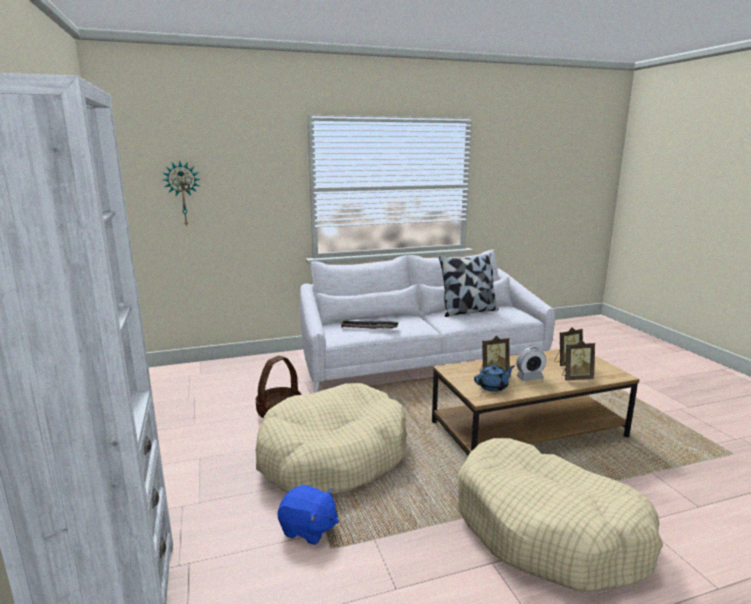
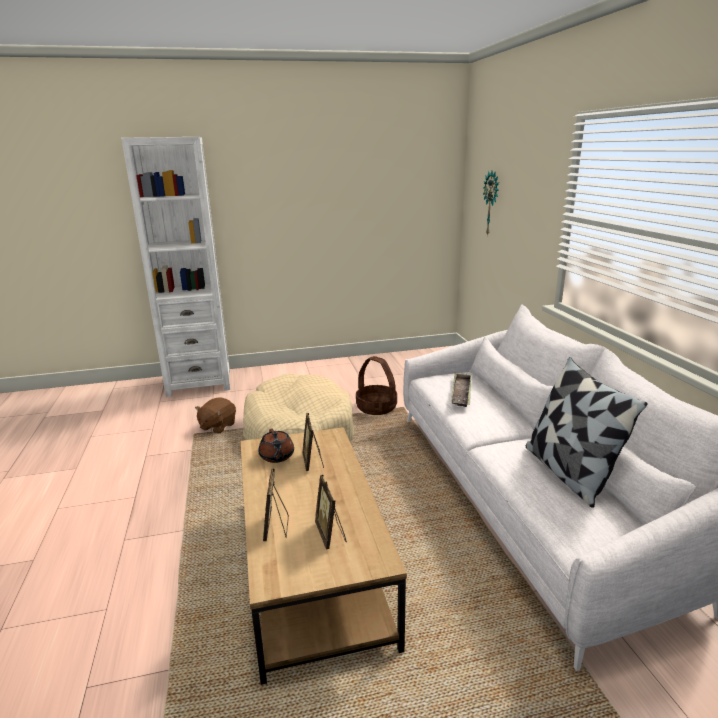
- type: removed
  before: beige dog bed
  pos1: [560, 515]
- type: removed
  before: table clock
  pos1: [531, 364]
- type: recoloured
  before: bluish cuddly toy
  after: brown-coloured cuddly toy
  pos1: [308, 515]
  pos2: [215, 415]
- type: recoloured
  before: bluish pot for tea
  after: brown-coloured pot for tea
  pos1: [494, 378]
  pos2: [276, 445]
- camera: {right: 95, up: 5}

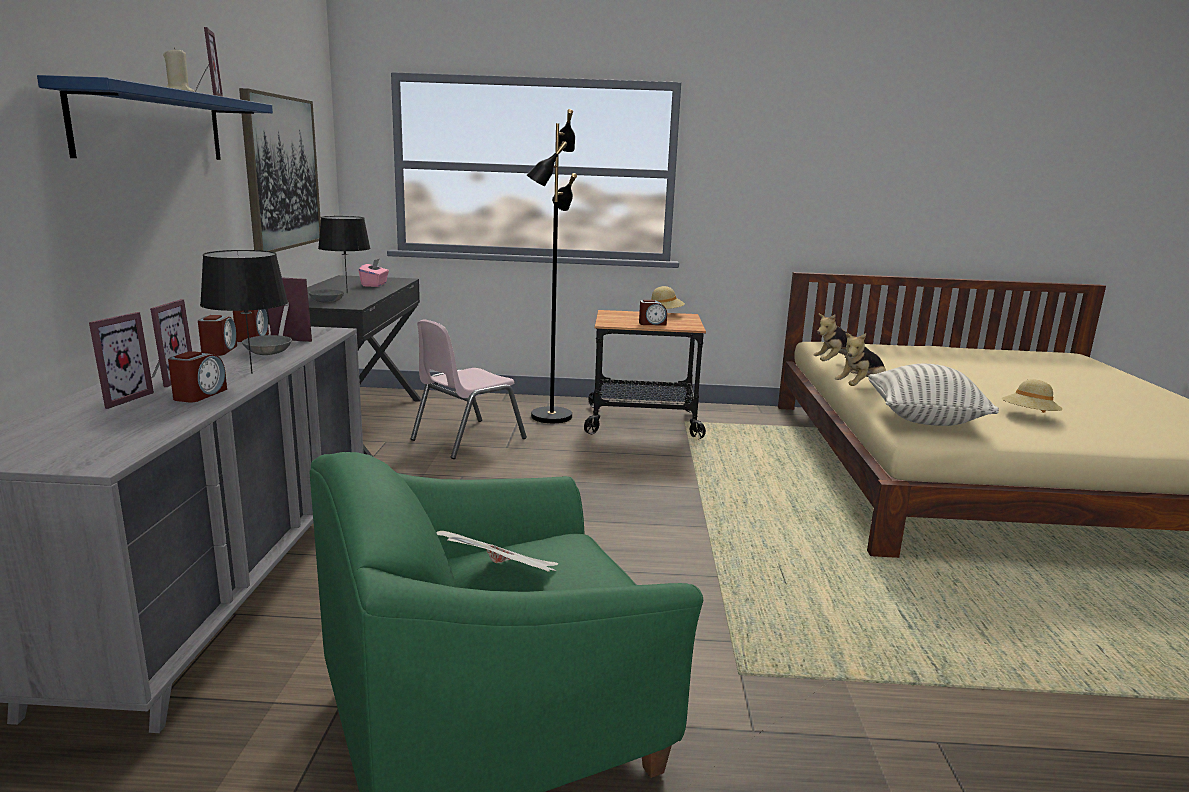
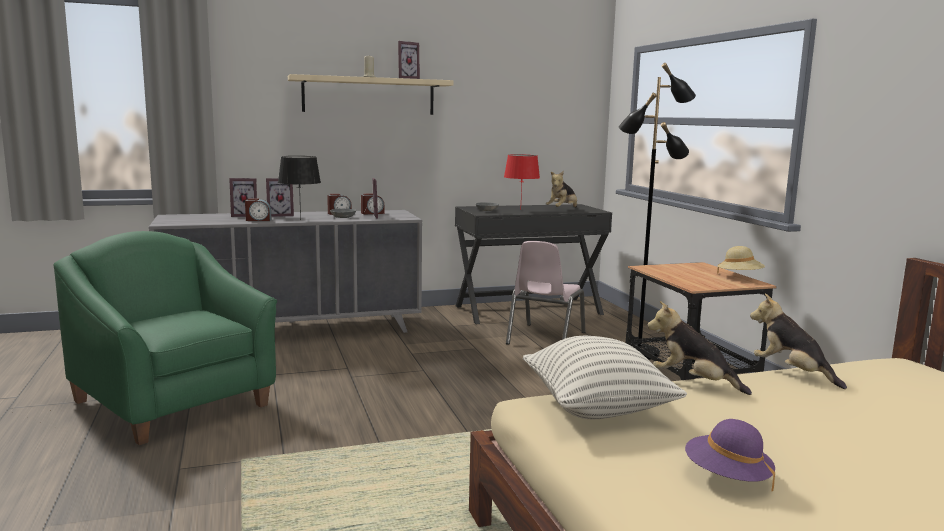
- type: removed
  before: picture
  pos1: [280, 170]
- type: removed
  before: daily paper
  pos1: [497, 551]
- type: removed
  before: table clock
  pos1: [653, 312]
- type: replaced
  before: pink box of tissues
  after: cuddly toy
  pos1: [374, 273]
  pos2: [561, 189]
- type: recoloured
  before: bluish shelf
  after: beige shelf
  pos1: [155, 117]
  pos2: [371, 94]
- type: recoloured
  before: blackish table lamp
  after: red-coloured table lamp
  pos1: [344, 255]
  pos2: [522, 175]
- type: recoloured
  before: beige wearable hat
  after: purplish wearable hat
  pos1: [1032, 396]
  pos2: [730, 455]
- type: turned
  before: pink chair
  pos1: [469, 389]
  pos2: [545, 293]
  turn: -90
- camera: {right: 70, up: -5}

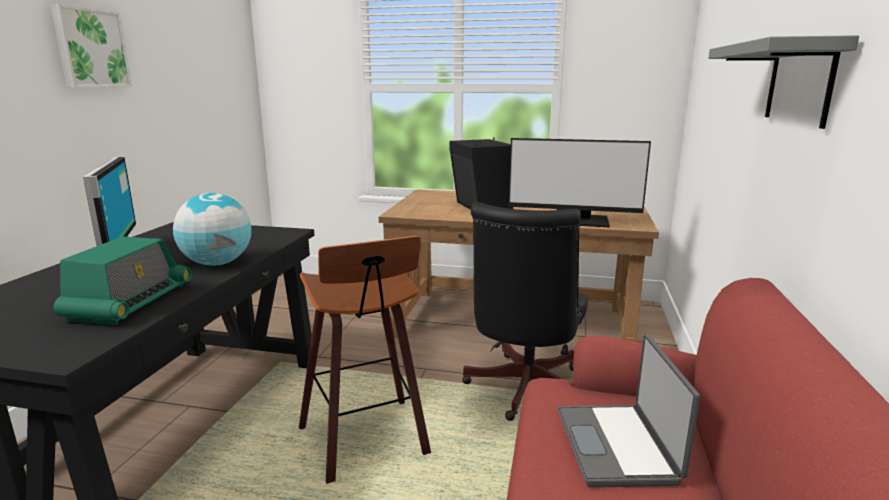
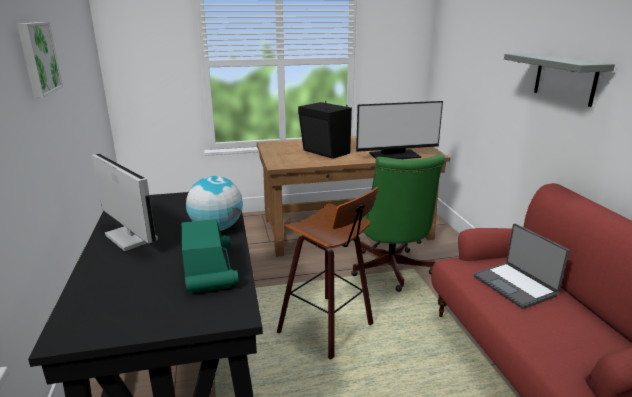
- type: recoloured
  before: blackish computer chair
  after: greenish computer chair
  pos1: [524, 311]
  pos2: [398, 223]
- camera: {right: -25, up: 5}

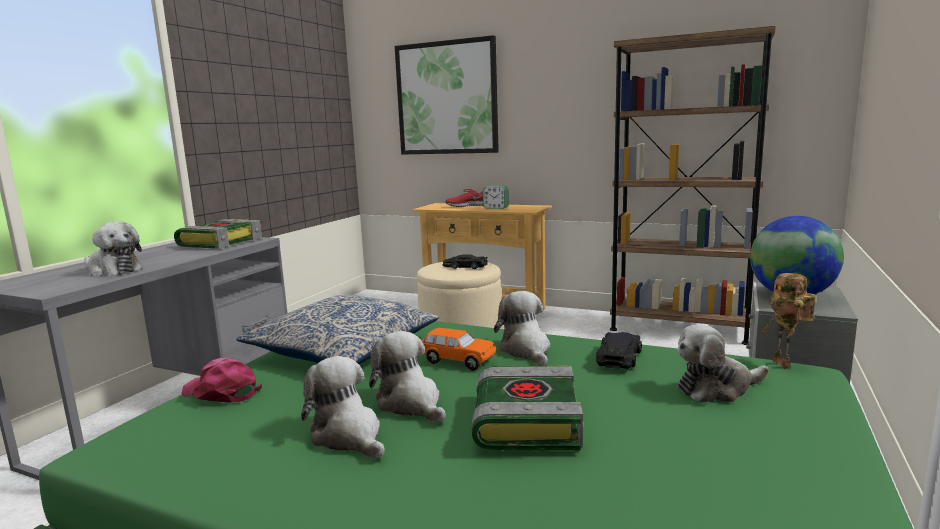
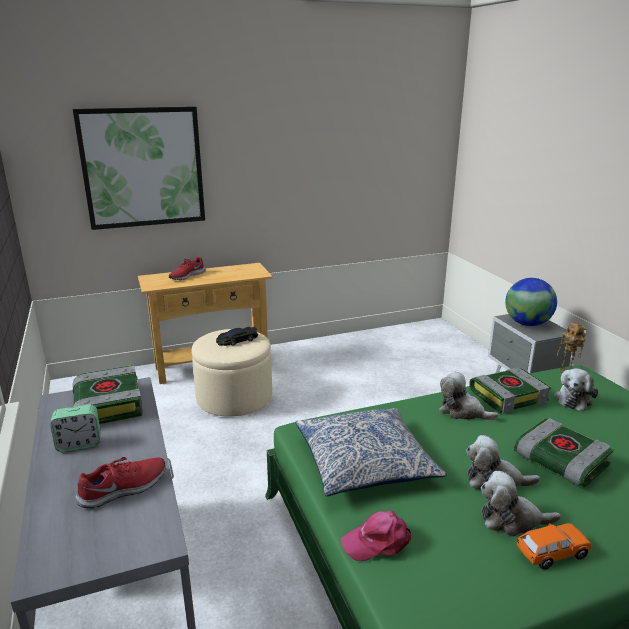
- type: removed
  before: brown-coloured bookcase
  pos1: [693, 185]
- type: moved
  before: orange-coloured miniature car
  pos1: [459, 349]
  pos2: [554, 546]
- type: moved
  before: table clock
  pos1: [496, 197]
  pos2: [75, 428]
- type: replaced
  before: cuddly toy
  after: red-coloured shoe
  pos1: [113, 248]
  pos2: [121, 483]
- type: replaced
  before: blackish miniature car
  after: book
  pos1: [619, 350]
  pos2: [510, 391]
- camera: {right: -45, up: 10}

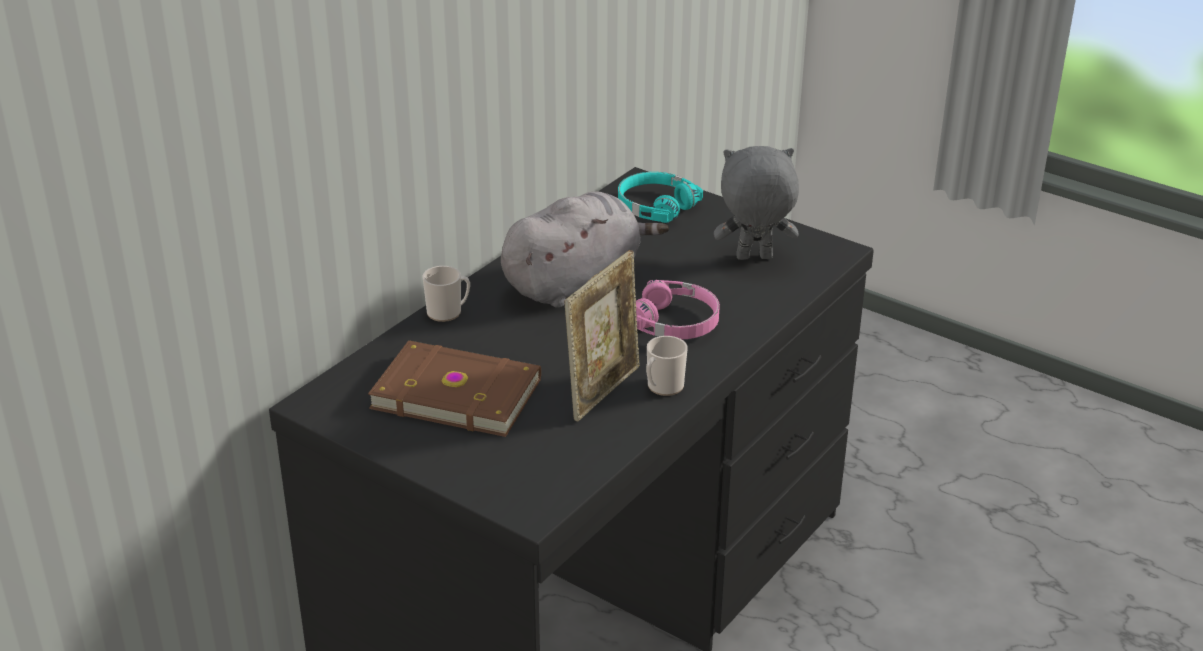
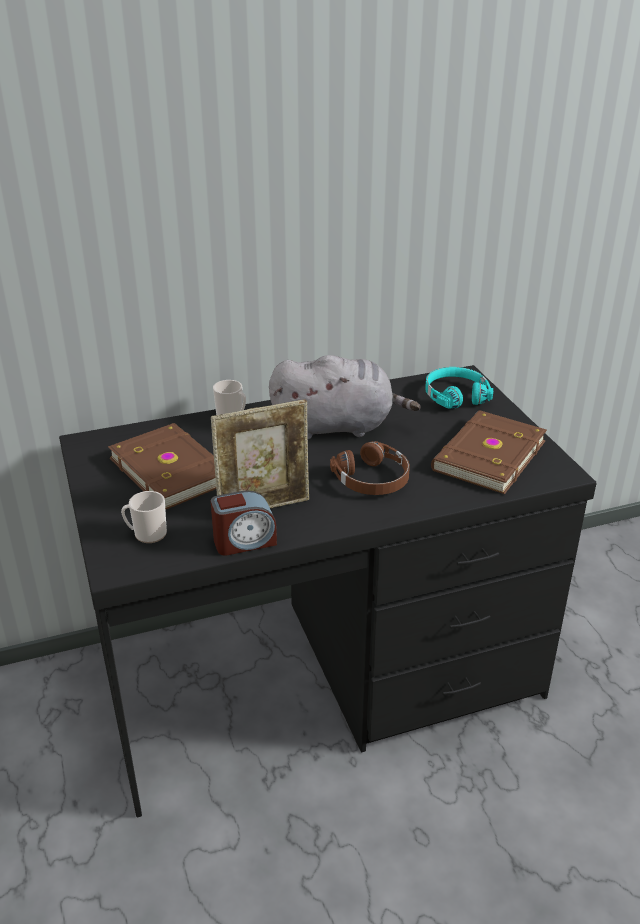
- type: added
  after: table clock
  pos2: [244, 523]
- type: moved
  before: mug
  pos1: [667, 366]
  pos2: [144, 517]
- type: replaced
  before: greyish cuddly toy
  after: brown-coloured book
  pos1: [756, 203]
  pos2: [489, 452]
- type: recoloured
  before: pink headphones
  after: brown-coloured headphones
  pos1: [678, 309]
  pos2: [370, 468]
- camera: {right: 35, up: 0}

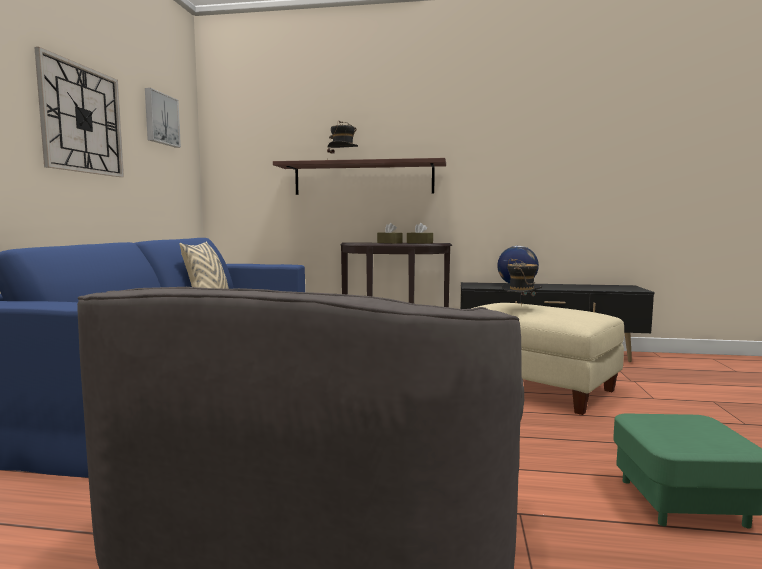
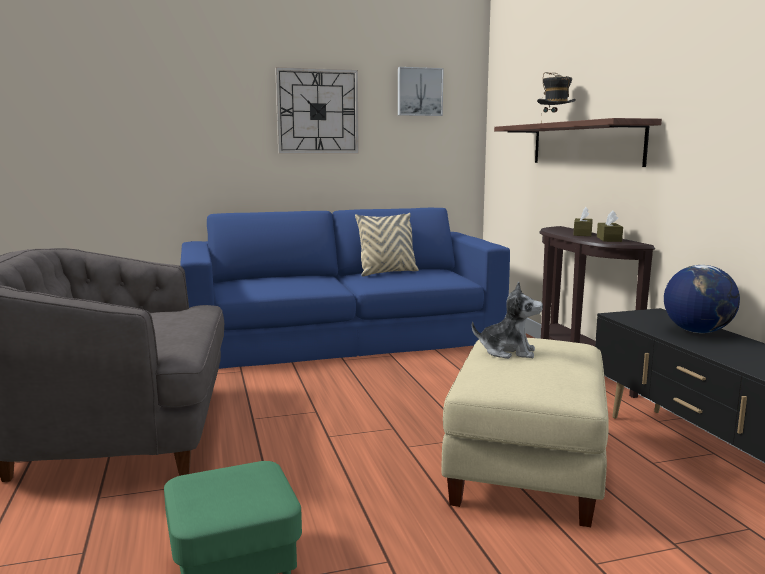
- type: replaced
  before: wearable hat
  after: cuddly toy
  pos1: [522, 281]
  pos2: [507, 320]
- camera: {right: 65, up: 5}

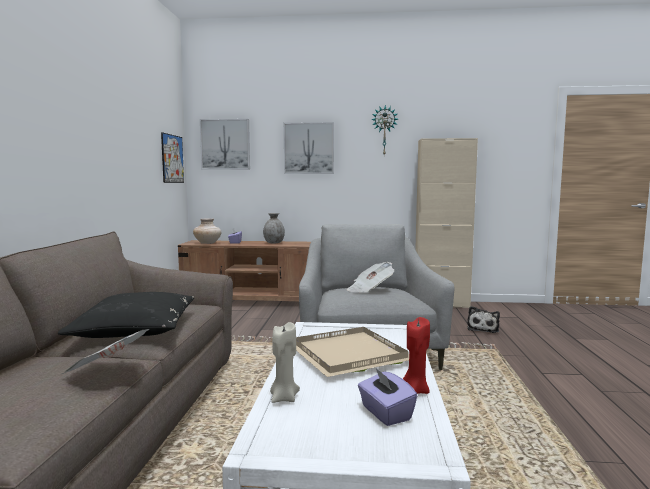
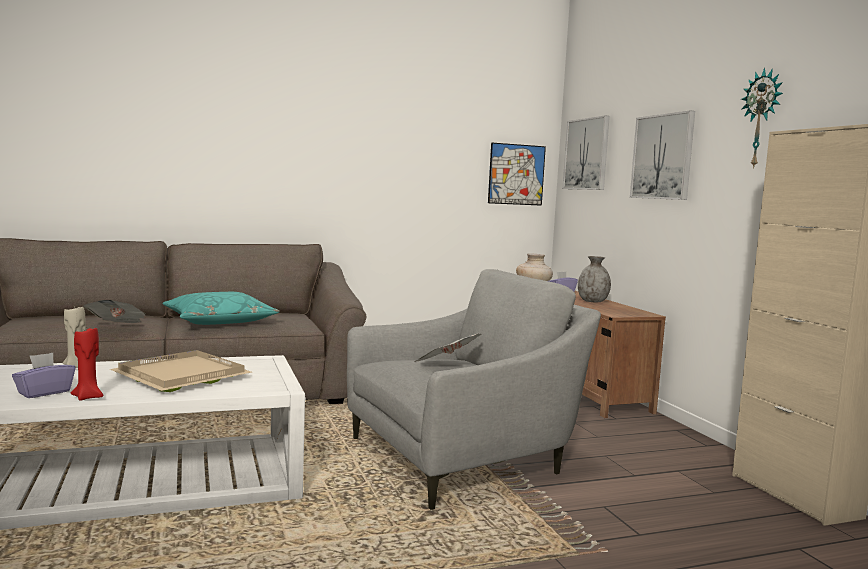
- type: removed
  before: cuddly toy
  pos1: [483, 319]
- type: recoloured
  before: blackish cushion
  after: turquoise cushion
  pos1: [126, 315]
  pos2: [221, 308]
- camera: {right: 65, up: 0}

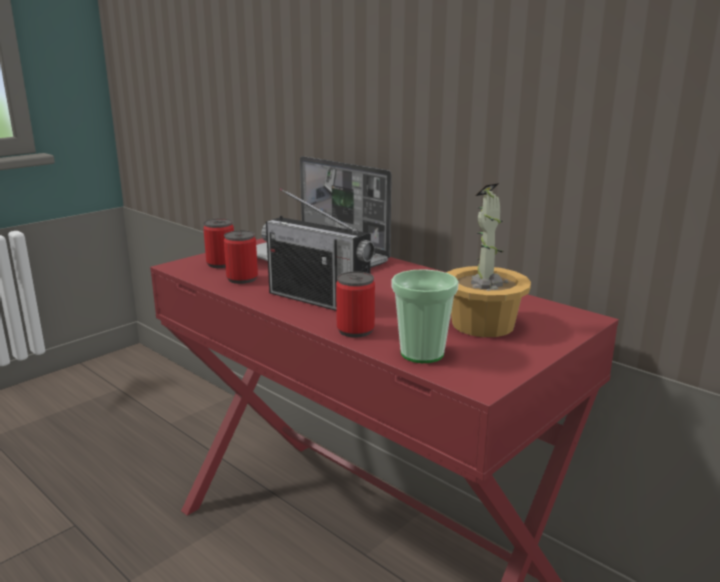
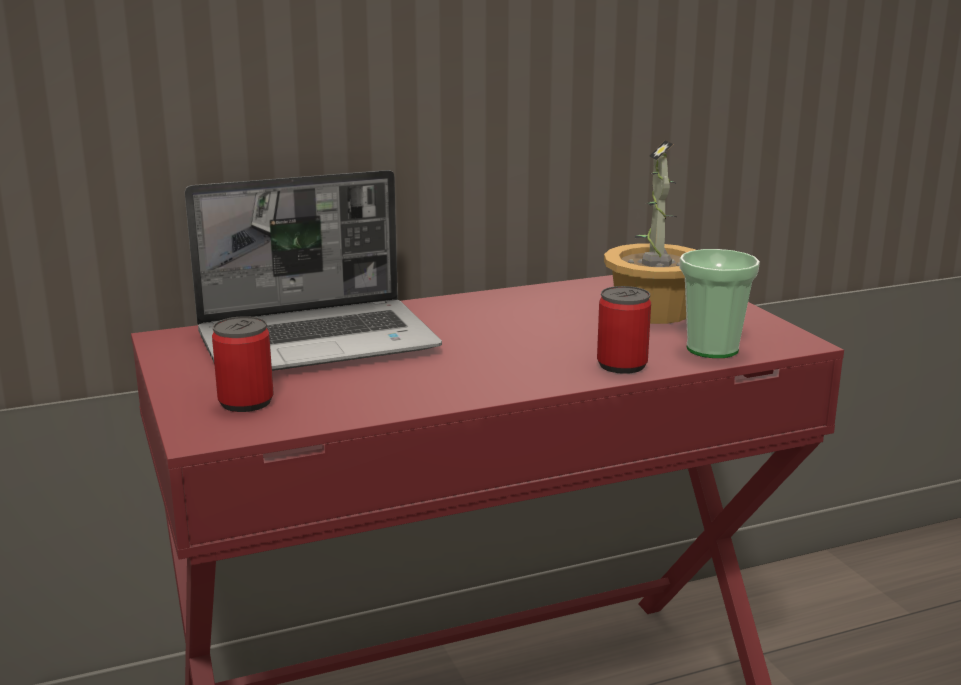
- type: removed
  before: can
  pos1: [241, 257]
- type: removed
  before: radio
  pos1: [318, 249]
- camera: {right: -65, up: 0}

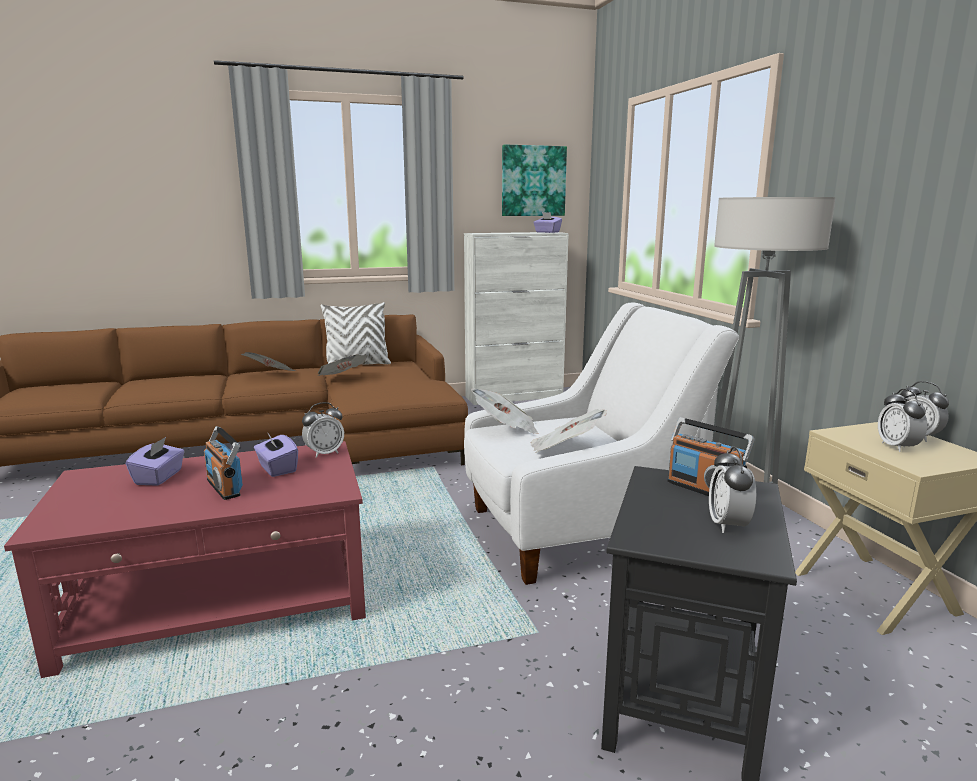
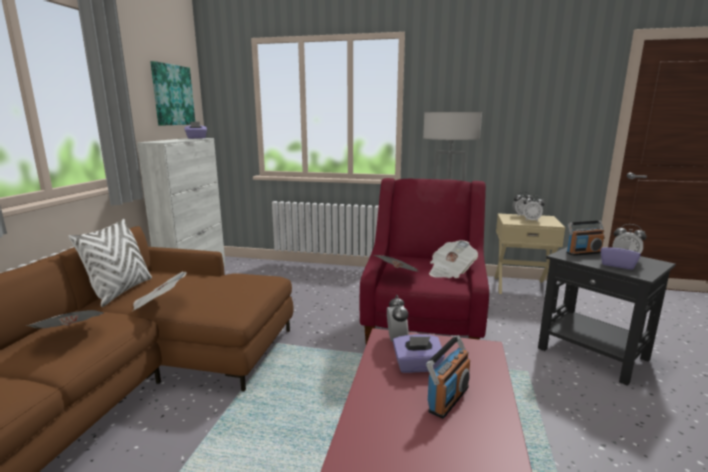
- type: moved
  before: purplish box of tissues
  pos1: [155, 461]
  pos2: [621, 254]
- type: recoloured
  before: white-coloured armchair
  after: red-coloured armchair
  pos1: [601, 443]
  pos2: [424, 261]
- type: turned
  before: radio
  pos1: [223, 463]
  pos2: [448, 377]
  turn: -45
- camera: {right: -60, up: 0}

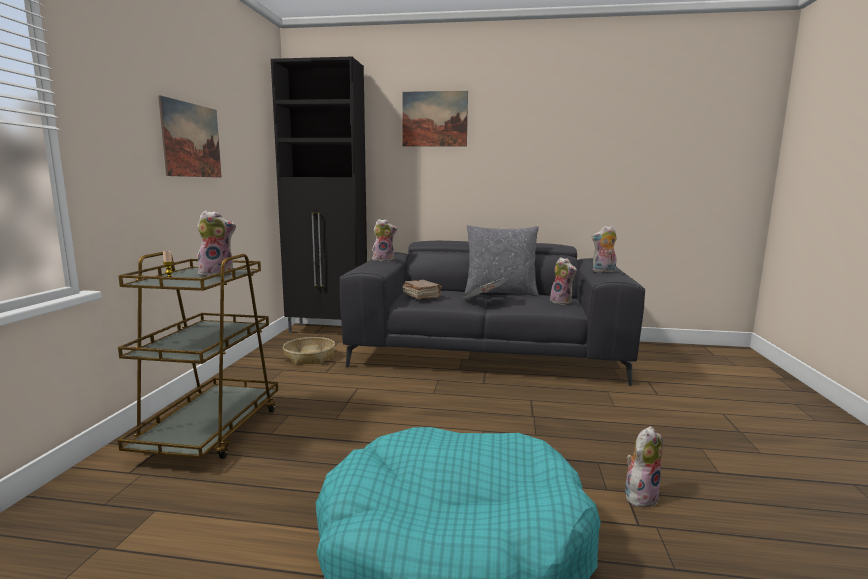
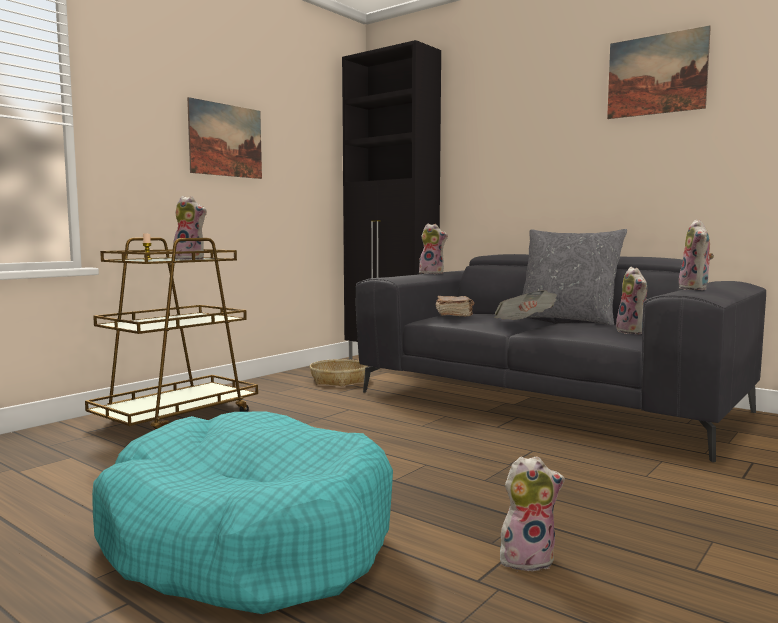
- type: moved
  before: picture
  pos1: [435, 118]
  pos2: [659, 72]
- type: turned
  before: cuddly toy
  pos1: [604, 249]
  pos2: [696, 255]
  turn: -105
- camera: {right: 30, up: -5}

